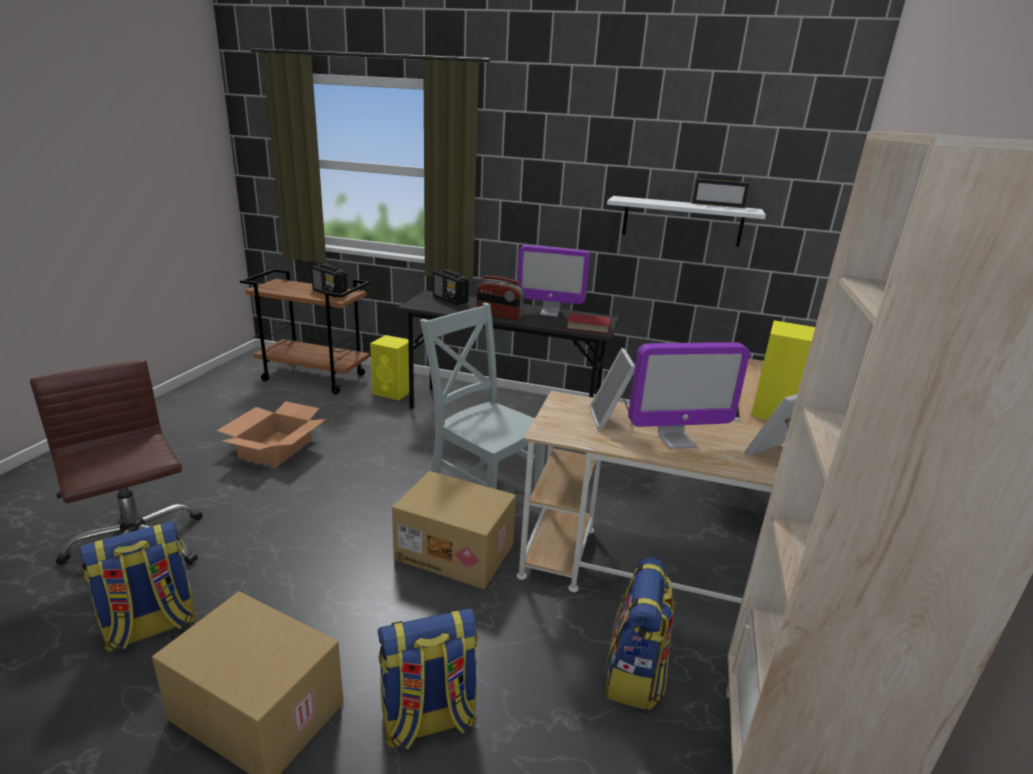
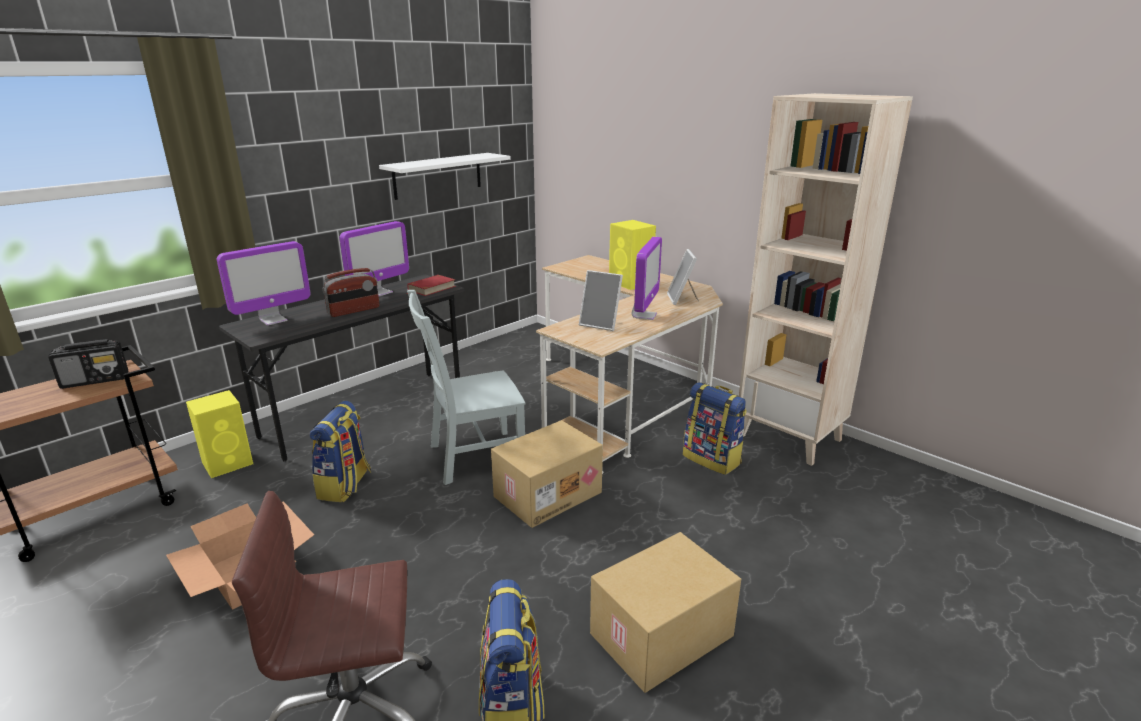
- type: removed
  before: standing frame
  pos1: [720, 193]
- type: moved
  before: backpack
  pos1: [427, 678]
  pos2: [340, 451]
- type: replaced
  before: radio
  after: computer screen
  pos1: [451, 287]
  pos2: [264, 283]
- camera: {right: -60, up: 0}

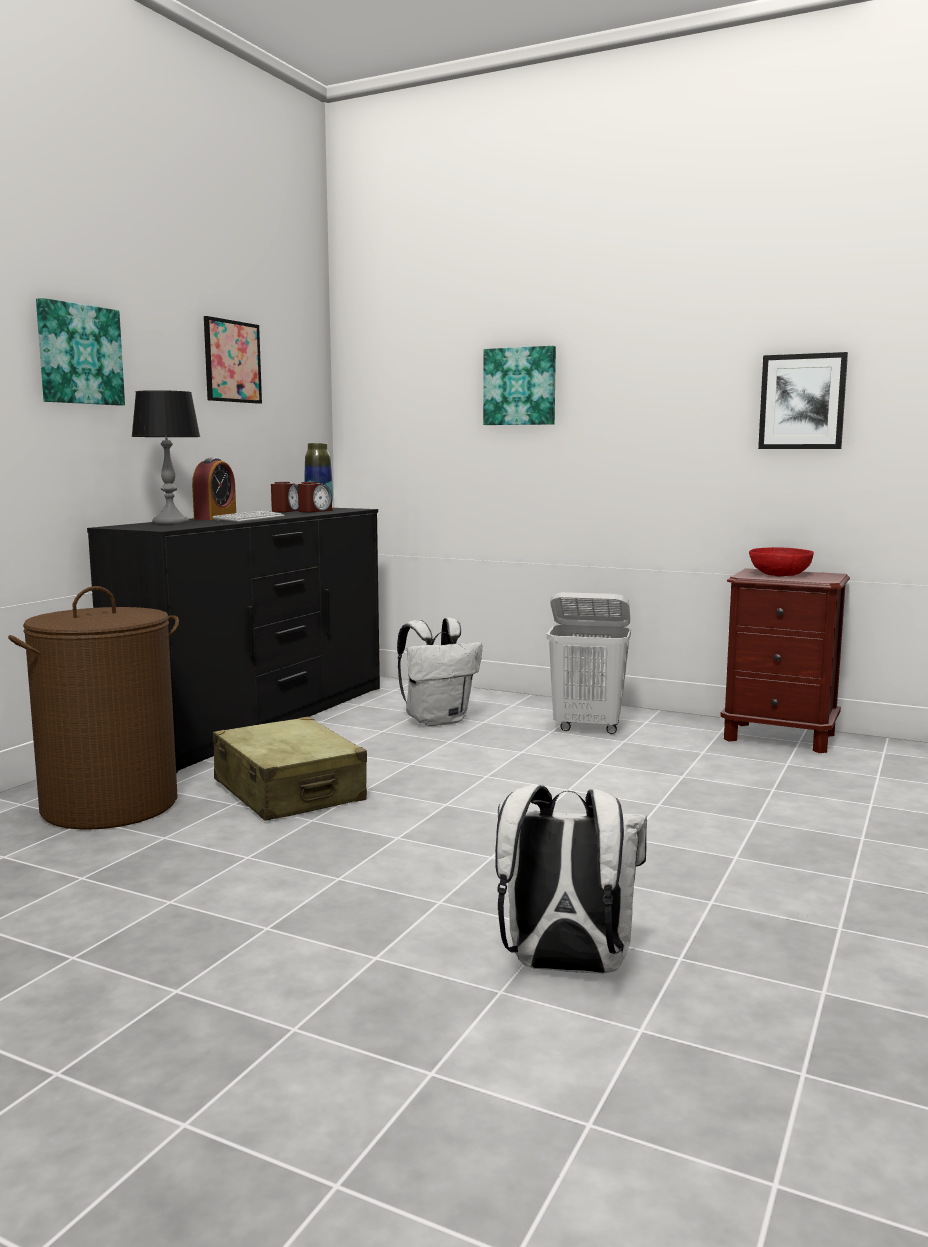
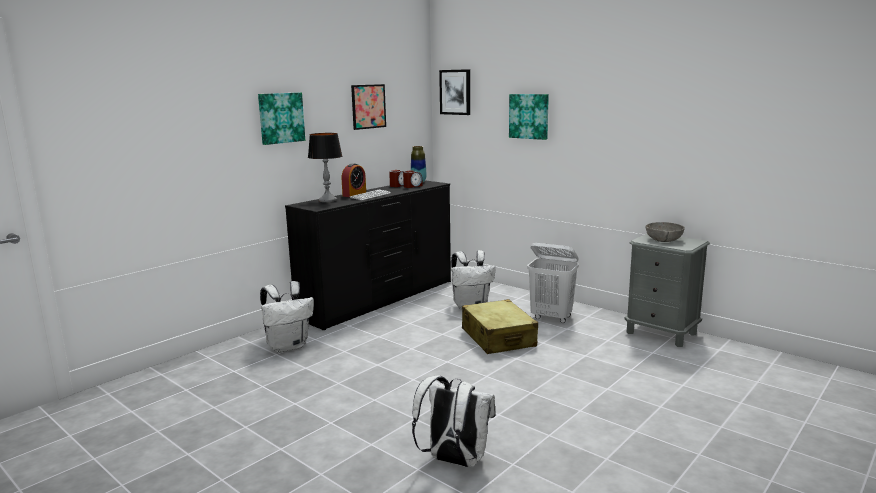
- type: moved
  before: beige piece of luggage
  pos1: [290, 768]
  pos2: [500, 326]
- type: moved
  before: picture
  pos1: [803, 400]
  pos2: [454, 92]
- type: replaced
  before: brown-coloured washing basket
  after: white-coloured backpack
  pos1: [93, 708]
  pos2: [287, 317]
- type: recoloured
  before: brown-coloured bedside table
  after: greyish bedside table
  pos1: [785, 660]
  pos2: [667, 290]
- type: recoloured
  before: red-coloured deep dish
  after: greyish deep dish
  pos1: [781, 561]
  pos2: [665, 232]
- camera: {right: 15, up: 5}

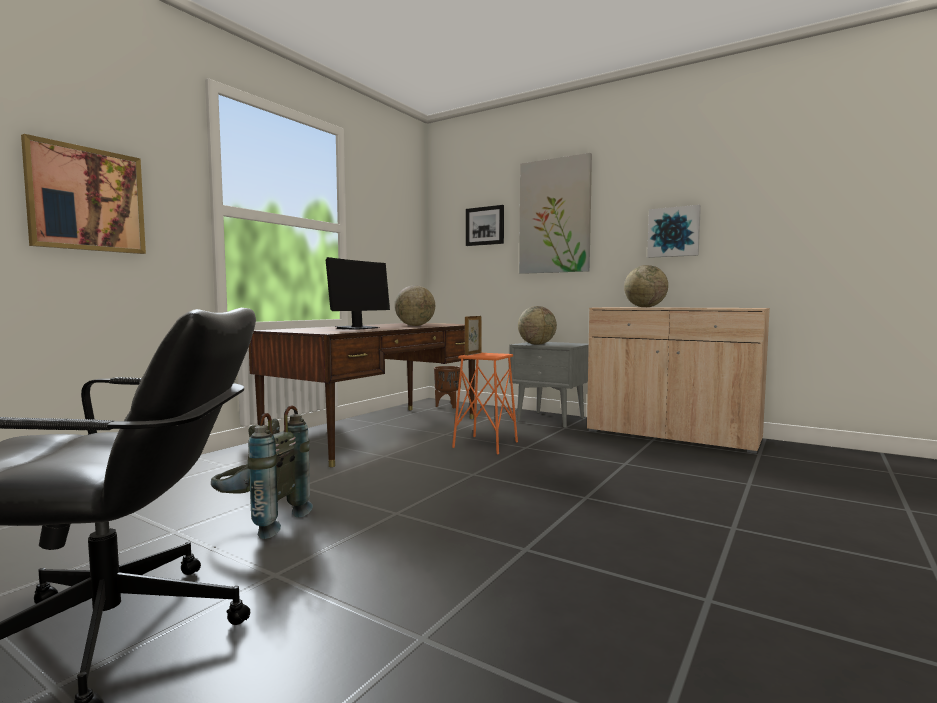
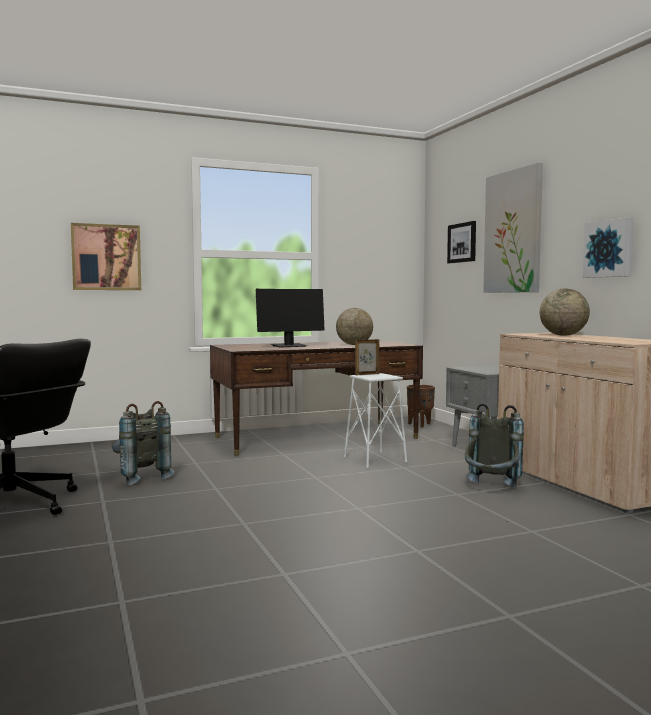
- type: removed
  before: world globe
  pos1: [537, 325]
- type: added
  after: greyish backpack
  pos2: [494, 445]
- type: recoloured
  before: orange-coloured sitting stool
  after: white-coloured sitting stool
  pos1: [485, 403]
  pos2: [375, 420]
- camera: {right: 35, up: 0}

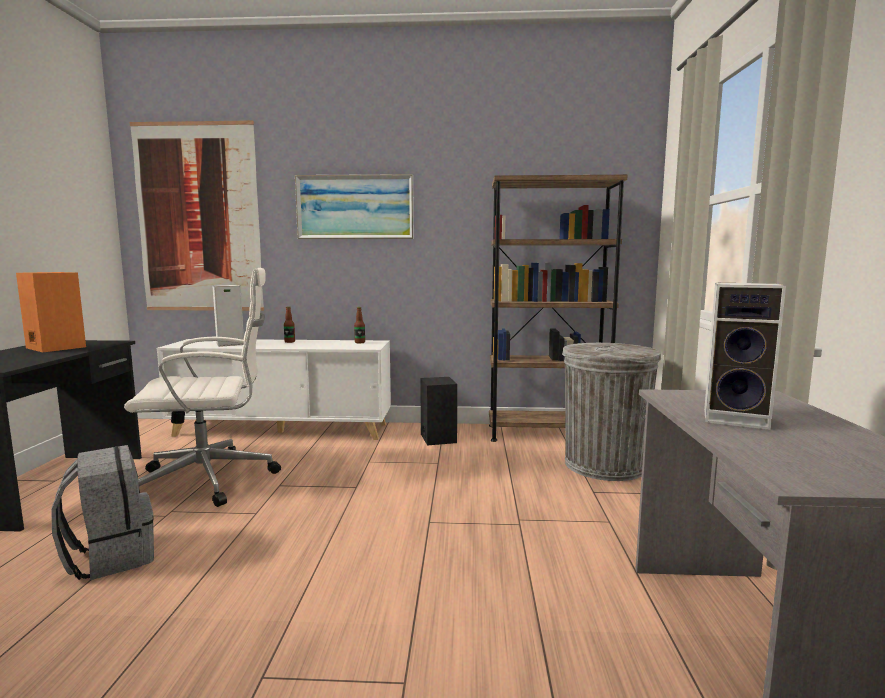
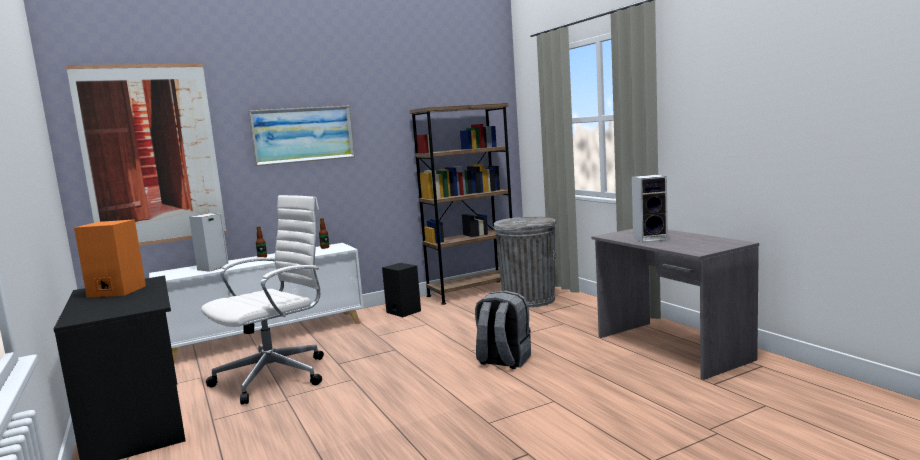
- type: moved
  before: greyish backpack
  pos1: [102, 512]
  pos2: [503, 329]
- camera: {right: -30, up: 0}

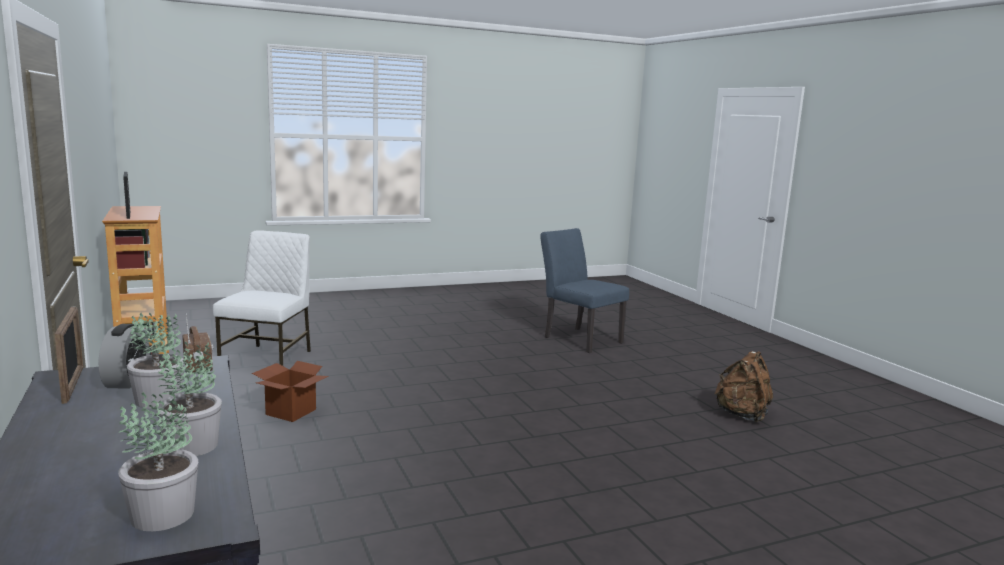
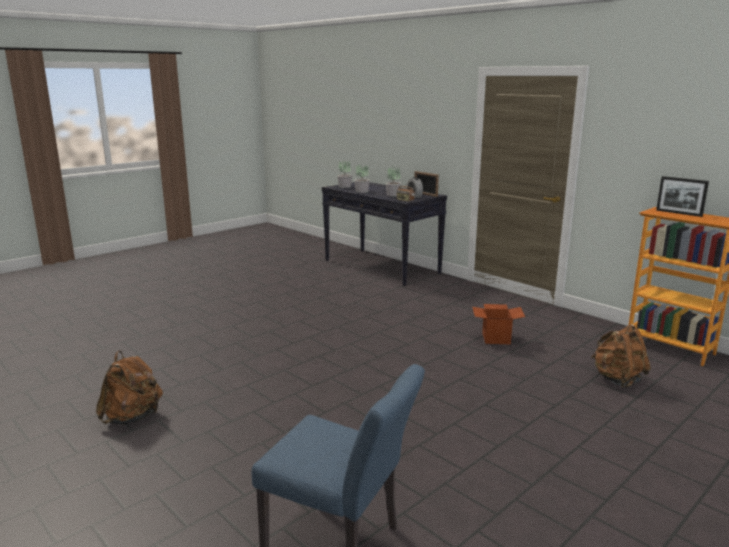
- type: replaced
  before: white-coloured chair
  after: brown-coloured backpack
  pos1: [262, 298]
  pos2: [621, 356]
- camera: {right: 160, up: 5}

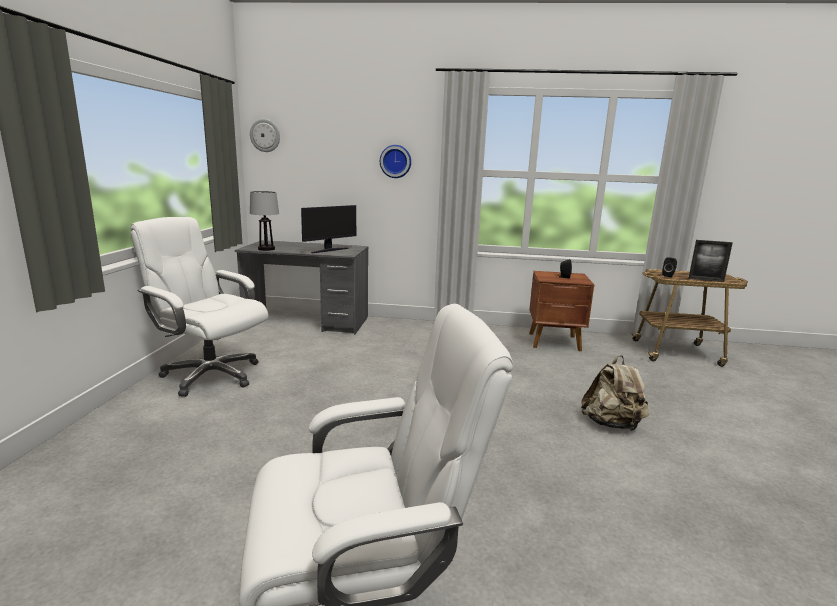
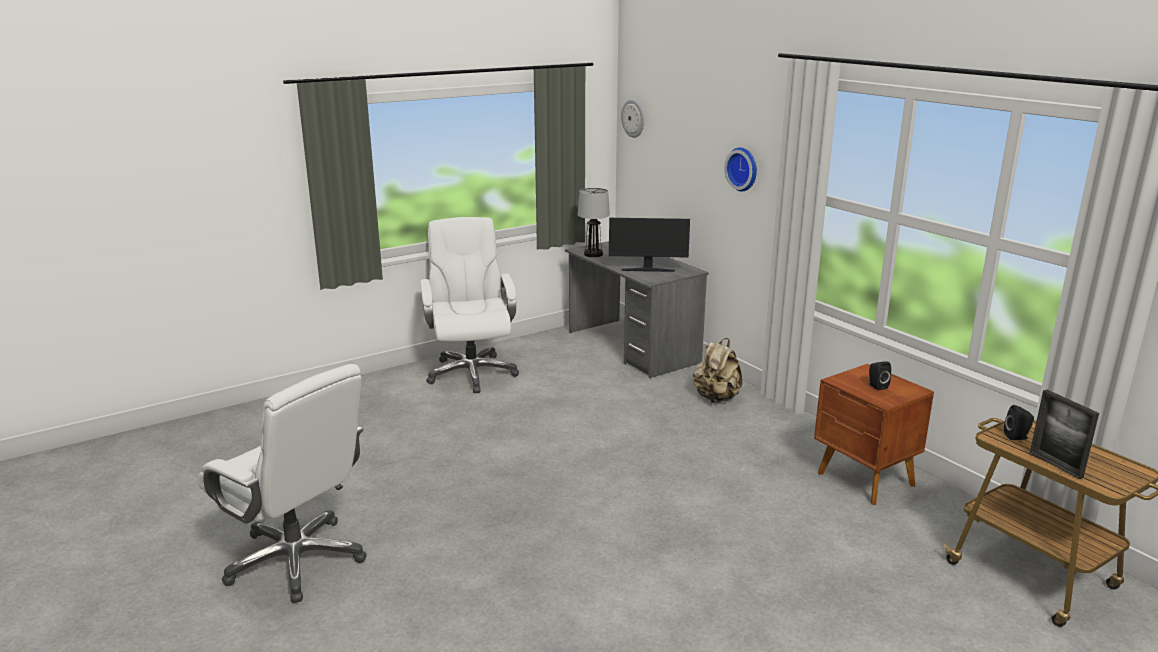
- type: moved
  before: beige backpack
  pos1: [615, 393]
  pos2: [717, 370]
- camera: {right: 50, up: 5}

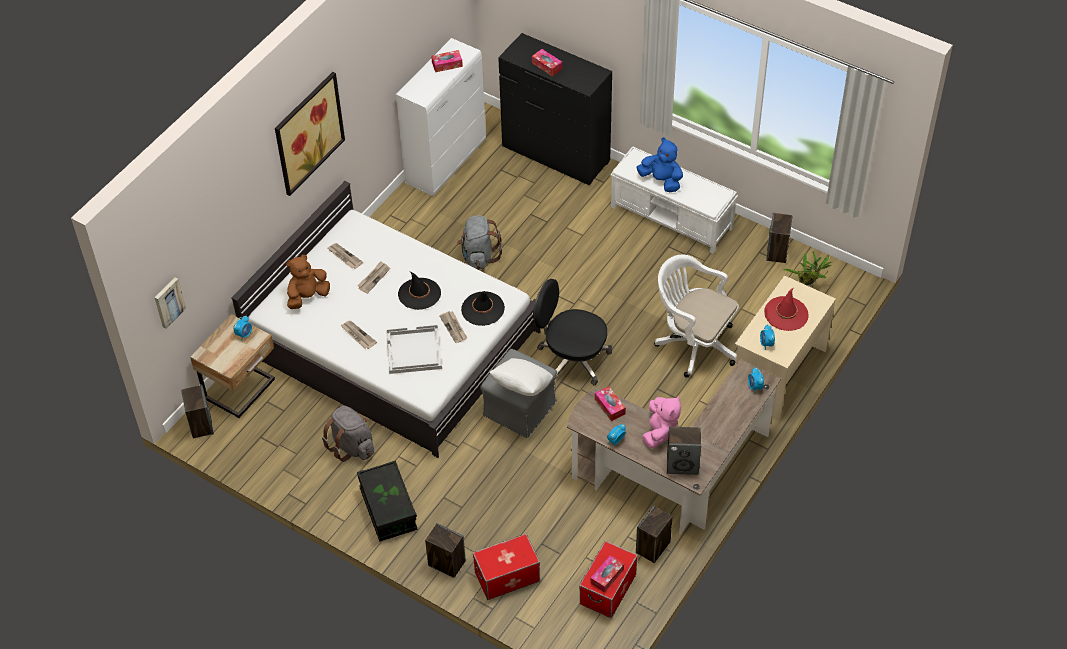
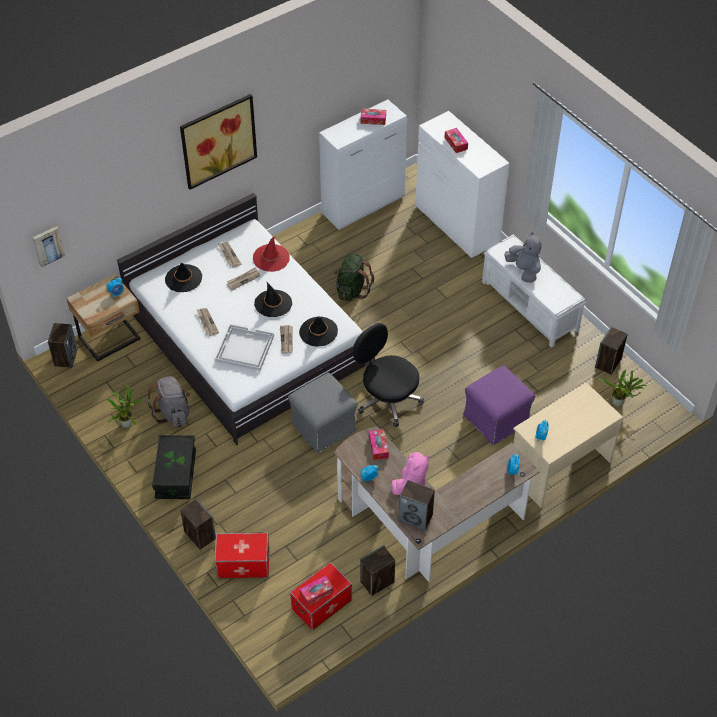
- type: removed
  before: white-coloured cushion
  pos1: [521, 377]
- type: added
  after: potted plant
  pos2: [125, 406]
- type: moved
  before: red-coloured wearable hat
  pos1: [786, 309]
  pos2: [271, 254]
- type: replaced
  before: brown-coloured cuddly toy
  after: blackish wearable hat
  pos1: [308, 282]
  pos2: [183, 277]
- type: replaced
  before: white-coloured computer chair
  after: purplish pouffe
  pos1: [696, 316]
  pos2: [499, 405]
- type: recoloured
  before: greyish backpack
  after: greenish backpack
  pos1: [479, 242]
  pos2: [354, 277]
- type: recoloured
  before: blackish drawer chest
  after: white-coloured drawer chest
  pos1: [555, 109]
  pos2: [462, 184]
- type: recoloured
  before: bluish cuddly toy
  after: greyish cuddly toy
  pos1: [659, 164]
  pos2: [523, 257]
- camera: {right: 20, up: 0}

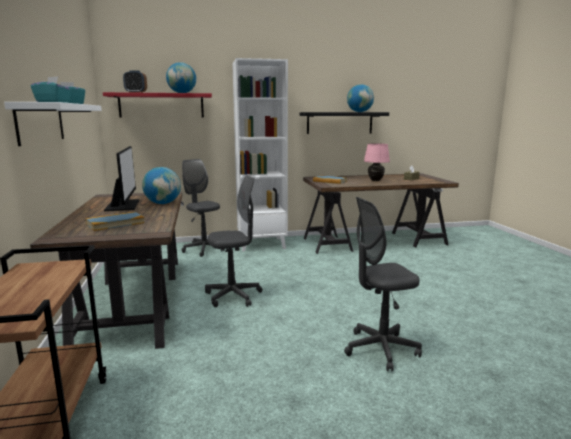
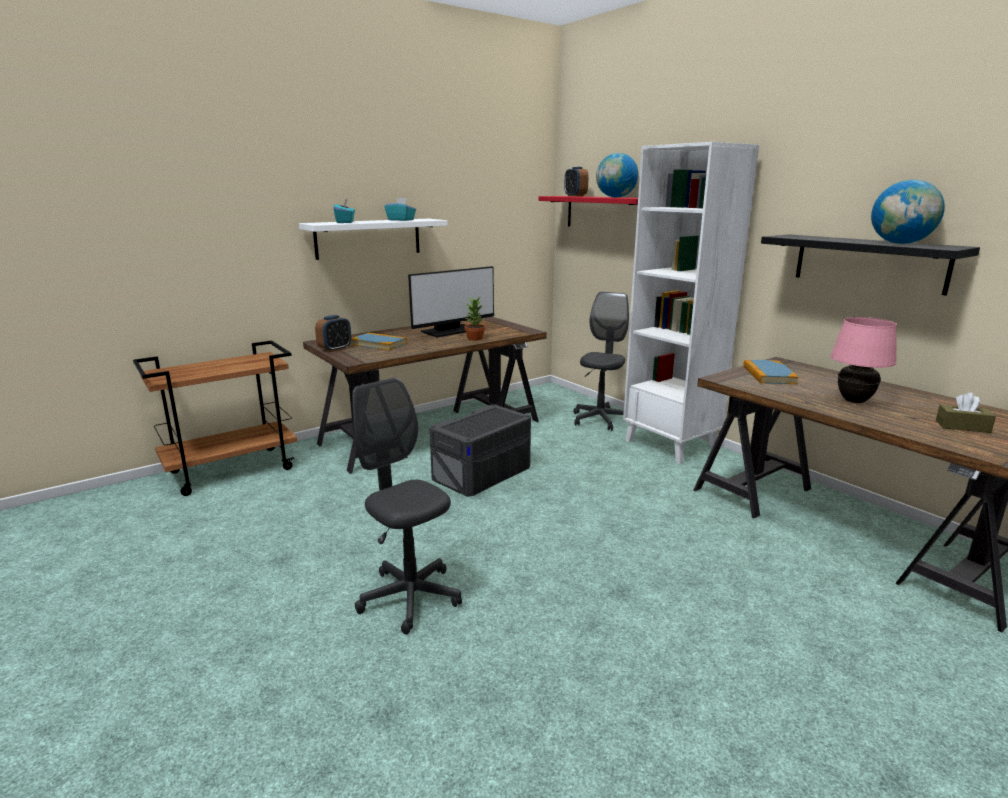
- type: added
  after: table clock
  pos2: [333, 333]
- type: replaced
  before: world globe
  after: potted plant
  pos1: [161, 185]
  pos2: [474, 319]
- type: replaced
  before: greyish computer chair
  after: greyish storage bin
  pos1: [233, 241]
  pos2: [480, 450]
- camera: {right: 65, up: 5}

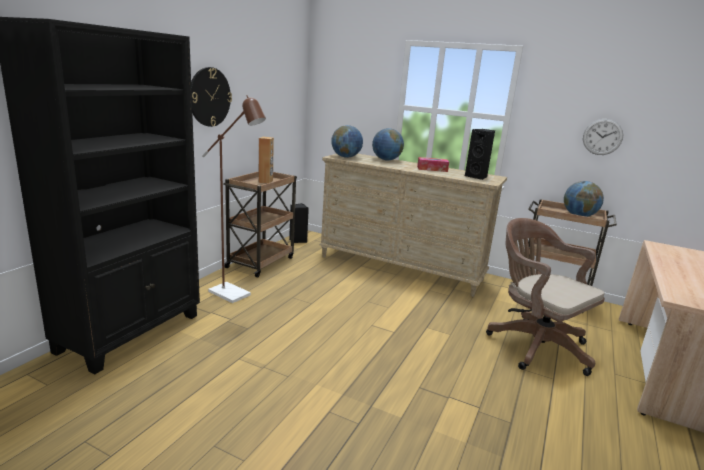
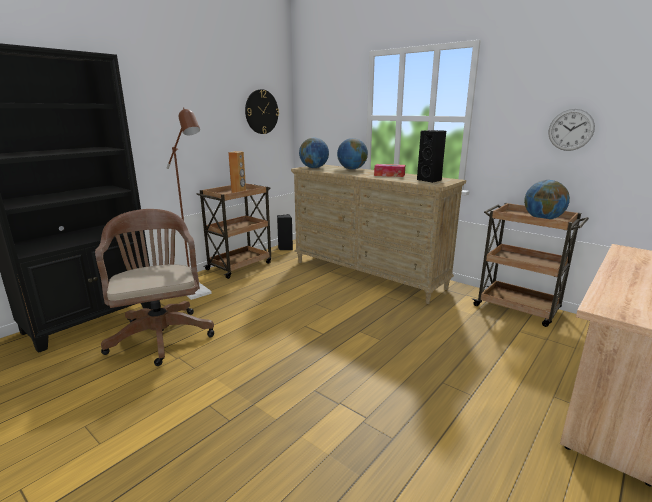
- type: moved
  before: clock on the wall
  pos1: [211, 97]
  pos2: [262, 111]
- type: moved
  before: brown-coloured computer chair
  pos1: [545, 297]
  pos2: [154, 287]
- camera: {right: 15, up: 0}

